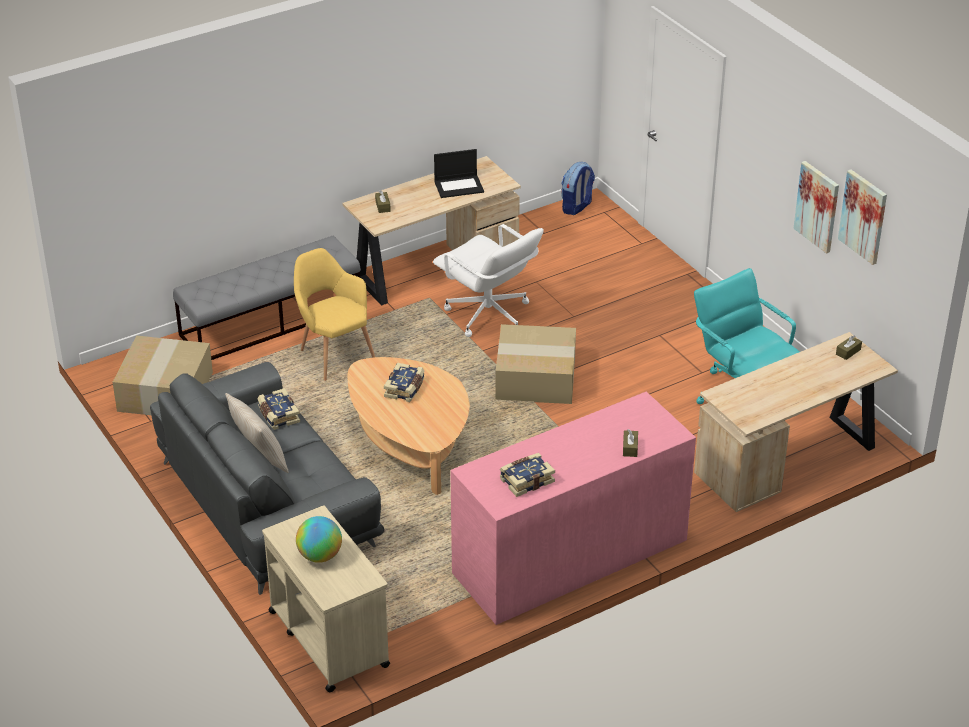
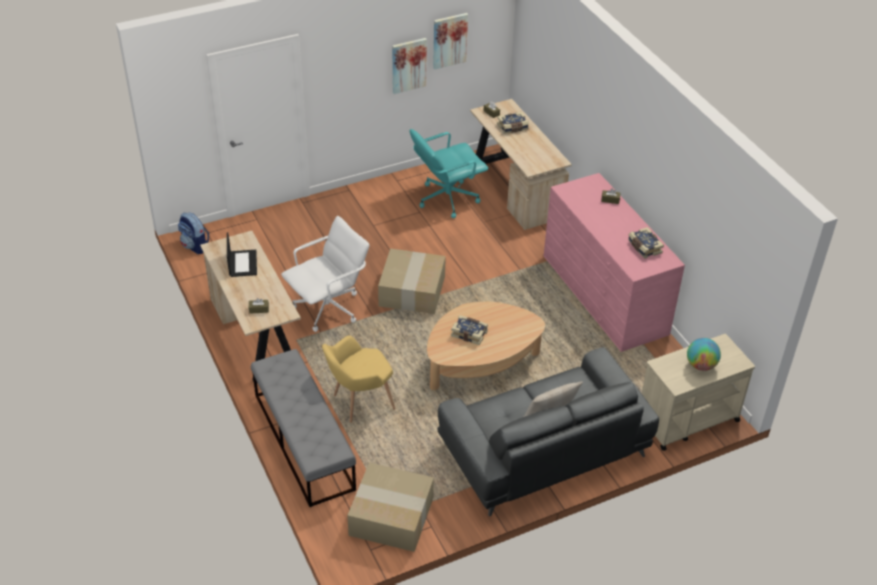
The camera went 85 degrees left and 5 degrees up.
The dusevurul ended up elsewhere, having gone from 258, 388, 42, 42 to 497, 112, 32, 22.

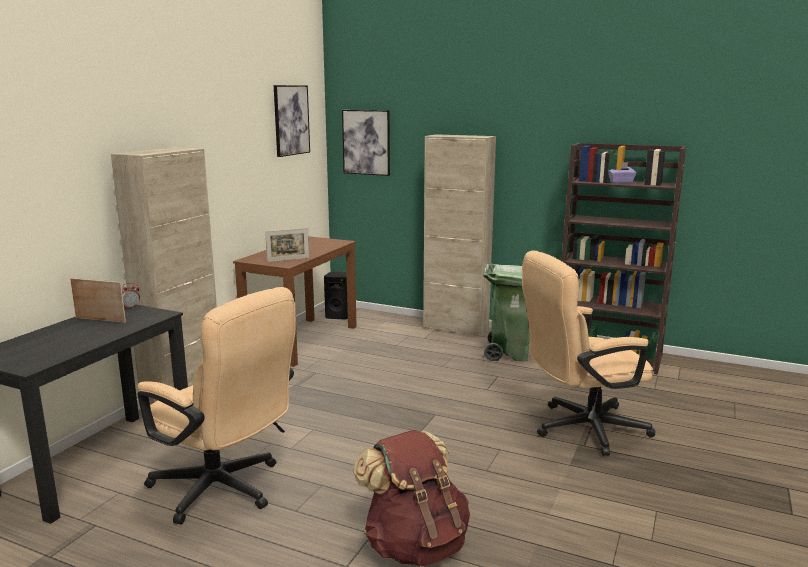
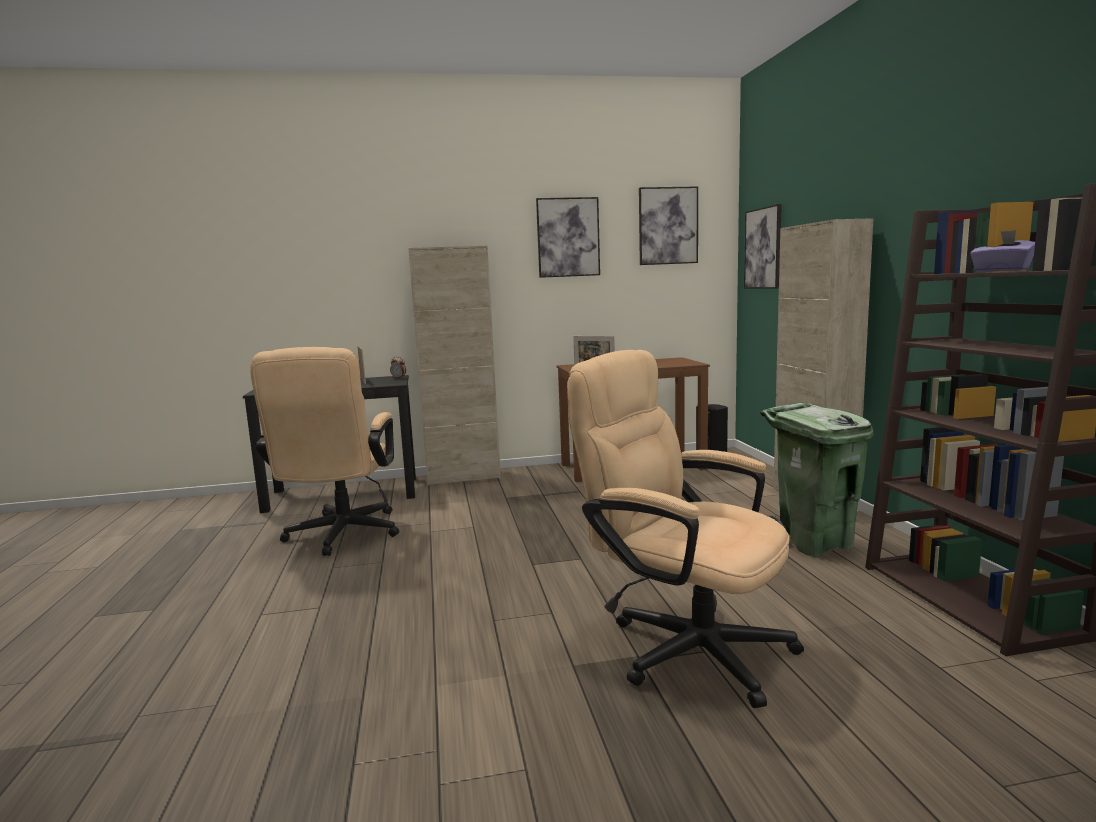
The camera went 55 degrees right and 5 degrees down.
The second view lost the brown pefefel at 353, 430, 117, 137.
The second view gained the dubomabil at 536, 197, 64, 81.

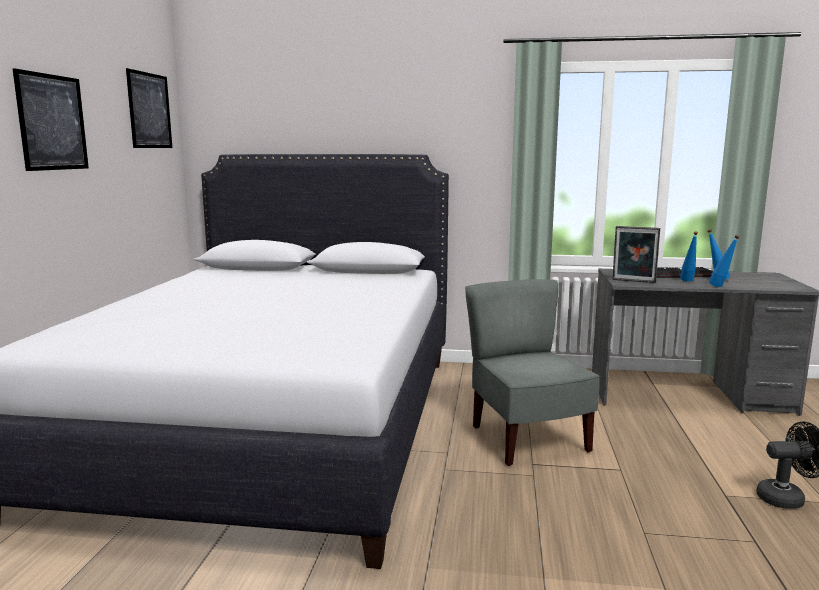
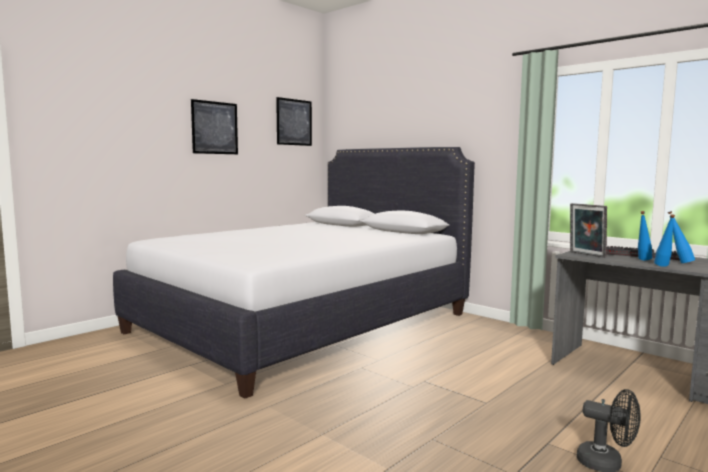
The camera went 35 degrees right and 5 degrees down.
The second view lost the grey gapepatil at 465, 279, 135, 187.

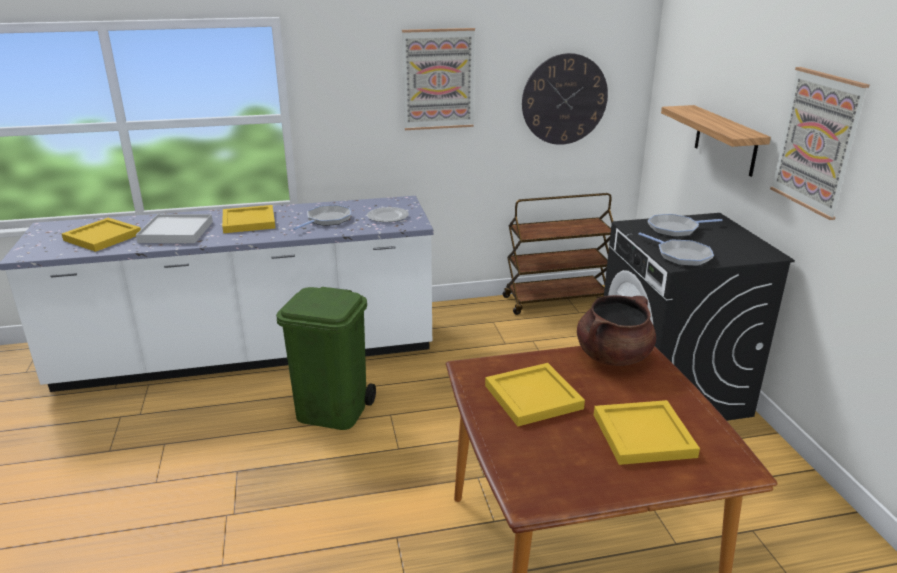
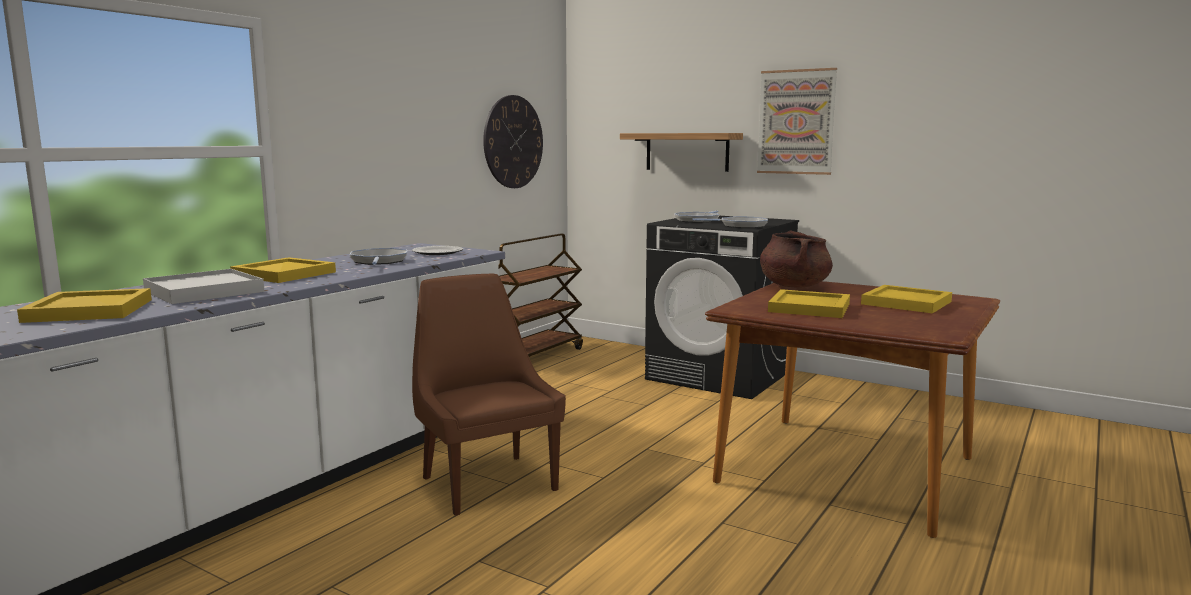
The camera went 45 degrees left and 15 degrees down.
The second view lost the dubomabil at 402, 28, 73, 102.
Where the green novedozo stood at 276, 287, 100, 143, the brown gapepatil came to stand at 412, 274, 154, 242.

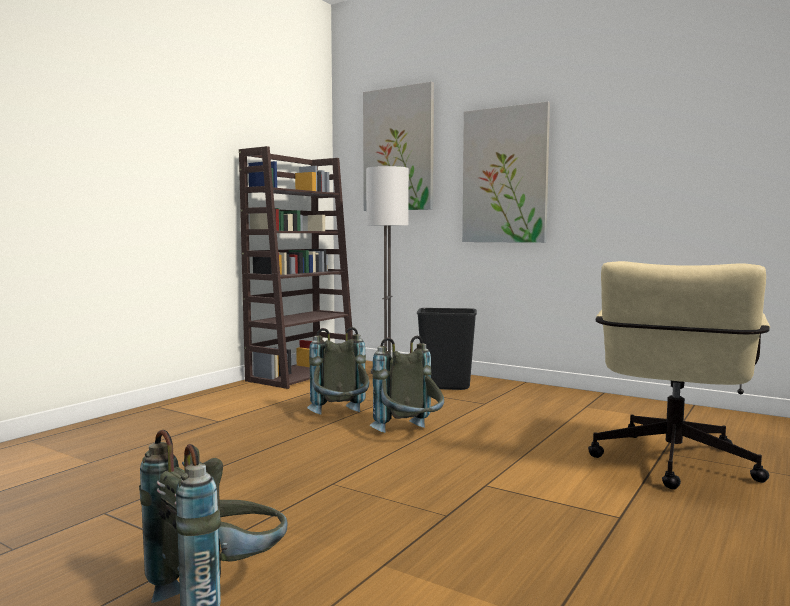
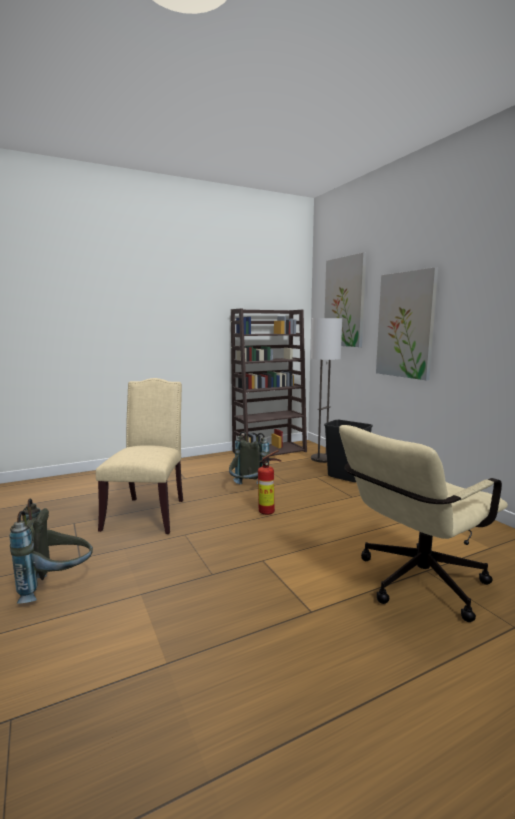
The camera went 30 degrees right and 5 degrees up.
The second view gained the beige gapepatil at 96, 378, 87, 156.
Where the grey pefefel stood at 370, 336, 74, 97, the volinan came to stand at 258, 450, 24, 65.

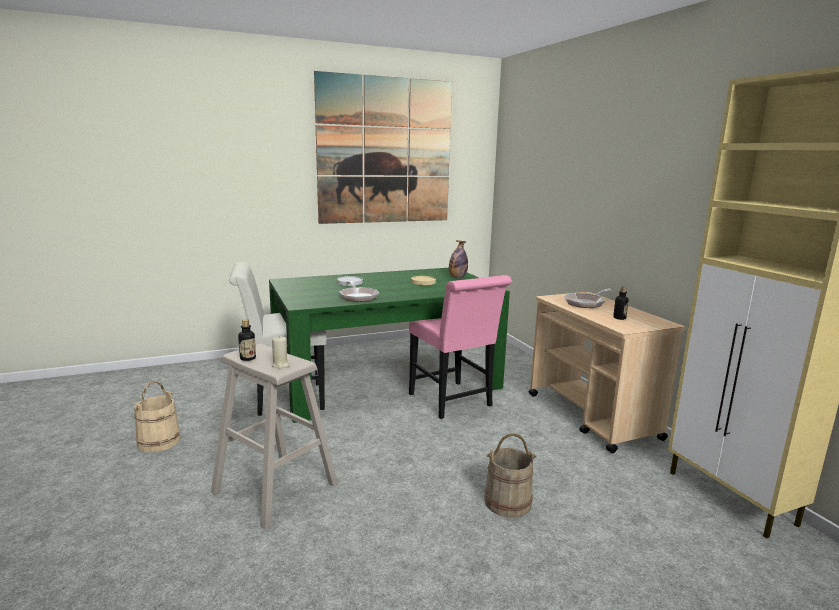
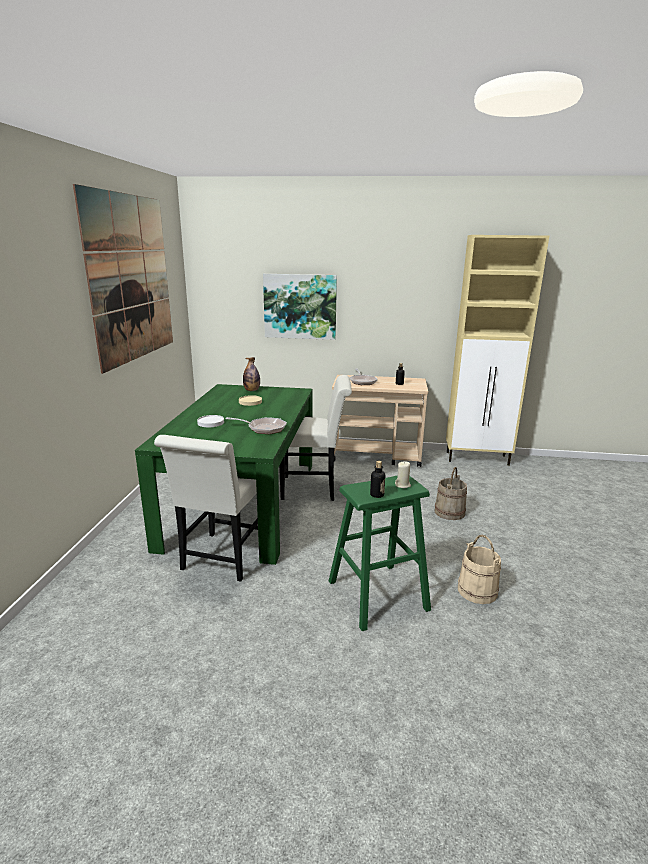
The camera went 60 degrees left and 5 degrees up.
The second view gained the dubomabil at 263, 274, 74, 66.
The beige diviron ended up elsewhere, having gone from 134, 381, 47, 71 to 458, 535, 43, 69.
What was the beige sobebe at 211, 344, 127, 186 turned into the green sobebe at 329, 475, 102, 156.
What was the pink gapepatil at 409, 275, 103, 144 turned into the white gapepatil at 279, 375, 73, 126.

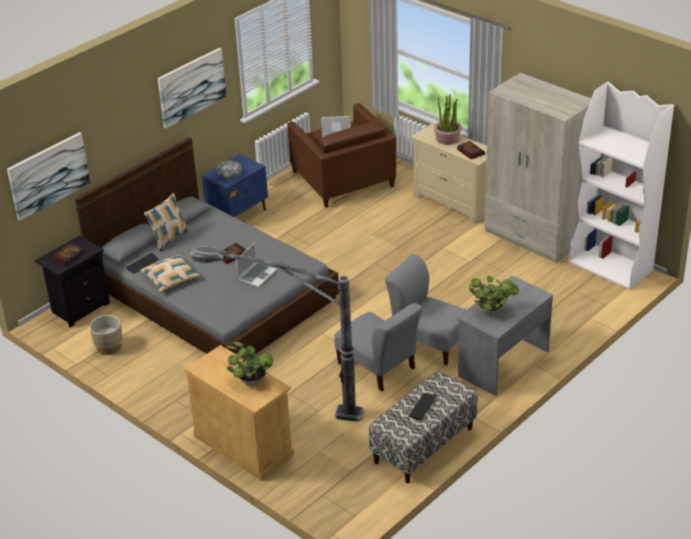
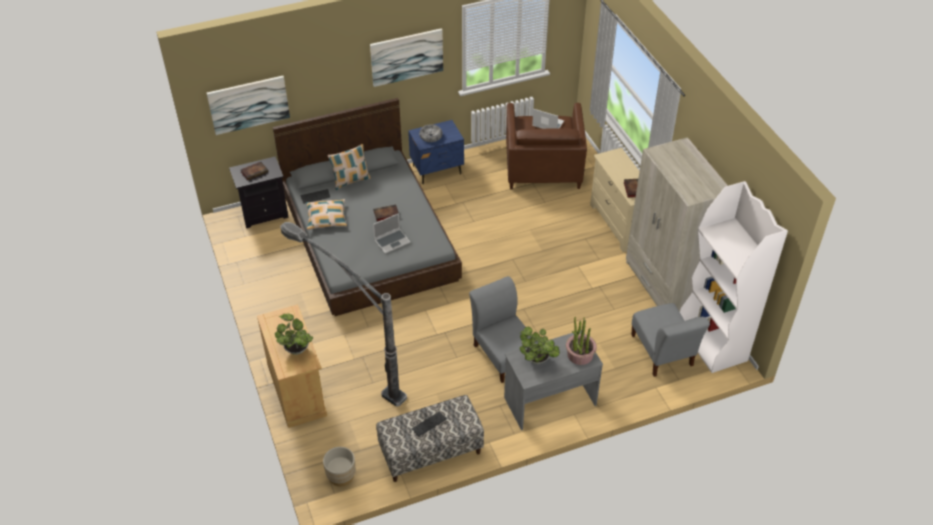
The camera went 25 degrees right and 10 degrees up.
The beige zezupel ended up elsewhere, having gone from 90, 315, 33, 40 to 323, 447, 33, 40.
The grey gapepatil ended up elsewhere, having gone from 334, 303, 89, 88 to 632, 303, 78, 74.
The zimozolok ended up elsewhere, having gone from 434, 94, 28, 51 to 566, 317, 31, 48.

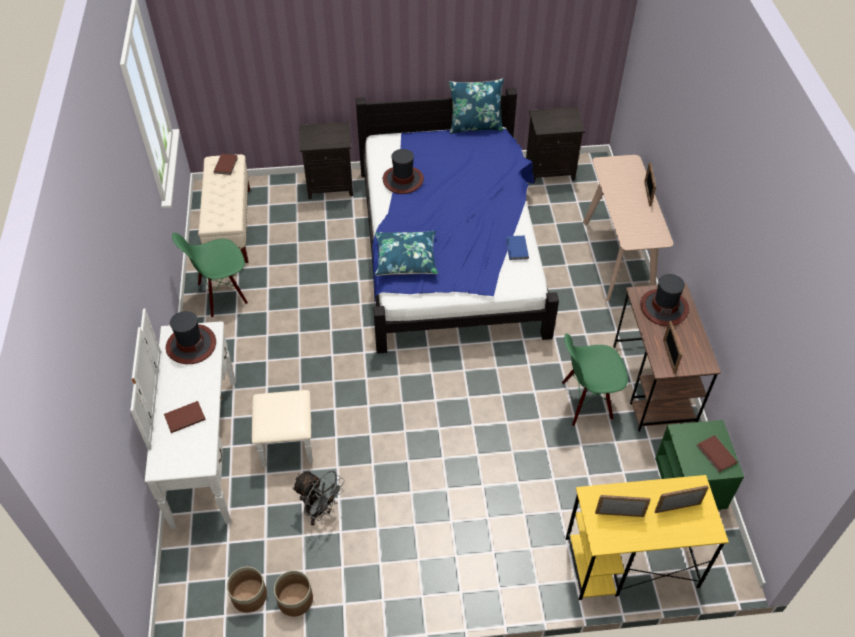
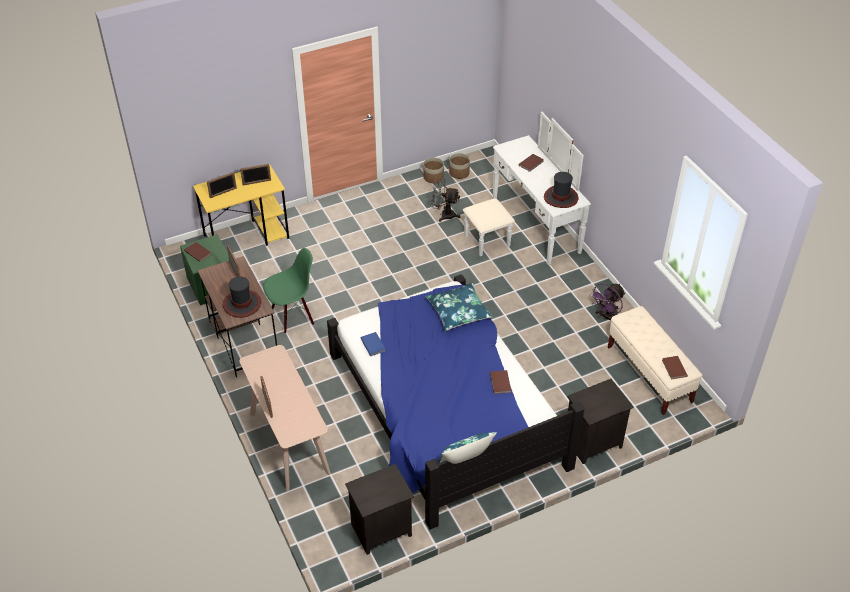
The camera went 160 degrees right and 5 degrees down.
Where the green gapepatil stood at 172, 233, 76, 85, the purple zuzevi came to stand at 589, 284, 36, 36.
Where the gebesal stood at 383, 149, 41, 45, the brown dusevurul came to stand at 490, 370, 21, 24.

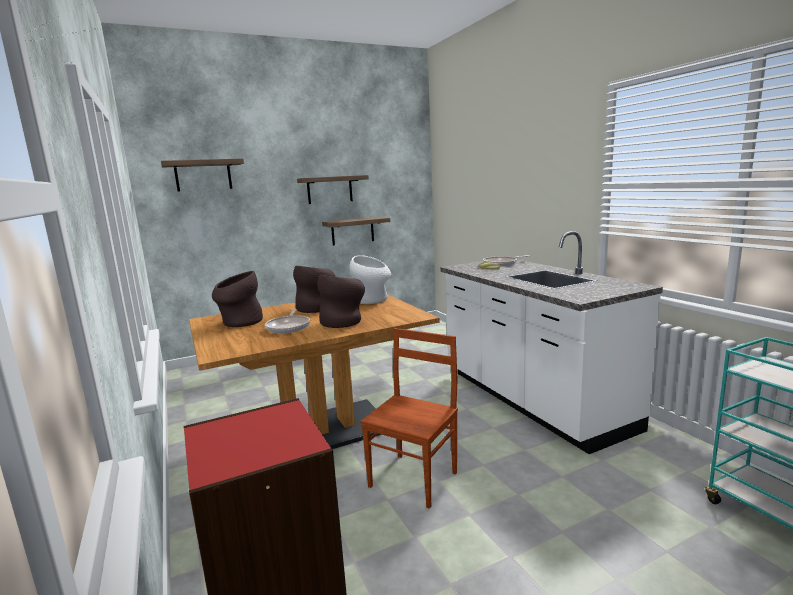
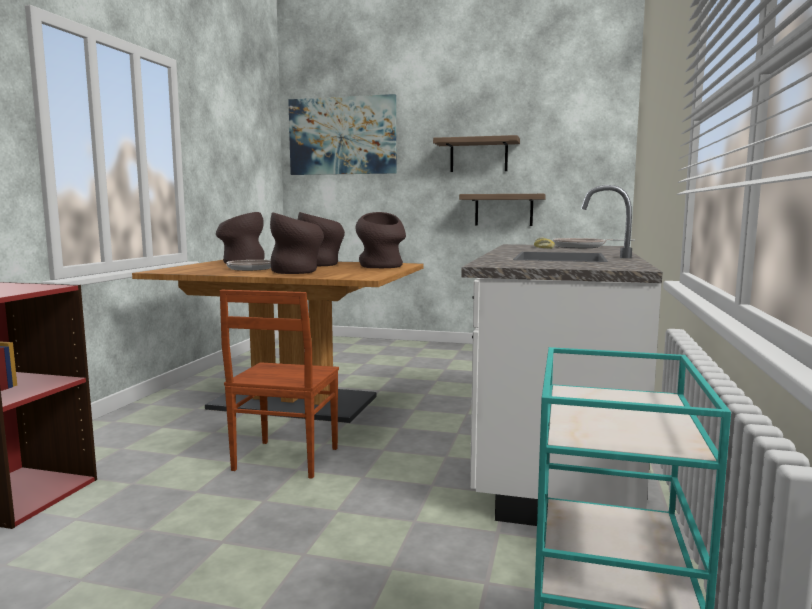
The camera went 40 degrees right and 5 degrees down.
Where the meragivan hung at 161, 158, 83, 34, the dubomabil came to hang at 288, 94, 108, 81.
What was the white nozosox at 349, 255, 42, 49 turned into the brown nozosox at 355, 212, 51, 56.
The brown gapepatil at 360, 328, 98, 181 ended up facing another way, 120 degrees clockwise from before.

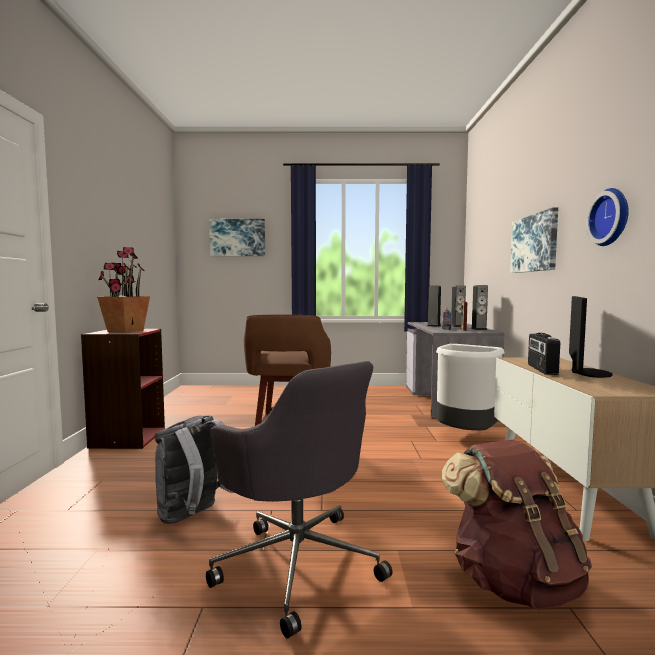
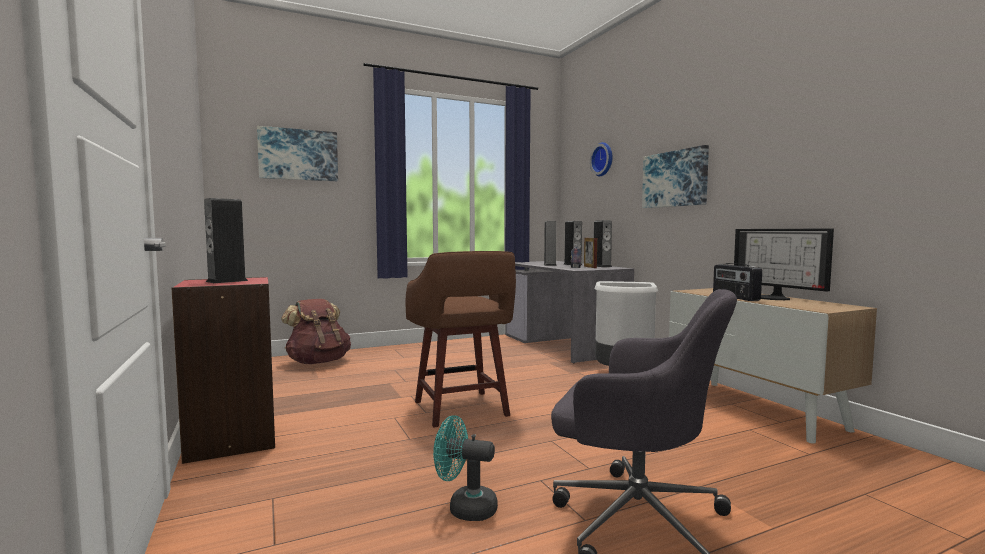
The camera went 25 degrees left and 0 degrees up.
The brown pefefel ended up elsewhere, having gone from 442, 440, 150, 170 to 281, 299, 70, 65.
The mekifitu ended up elsewhere, having gone from 586, 188, 43, 58 to 590, 142, 23, 34.
Where the zimozolok stood at 97, 247, 53, 86, the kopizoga came to stand at 204, 198, 44, 85.
Where the grey pefefel stood at 154, 415, 80, 109, the turquoise zuzevi came to stand at 433, 415, 65, 106.
The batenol at 569, 296, 44, 82 ended up facing another way, 150 degrees clockwise from before.

